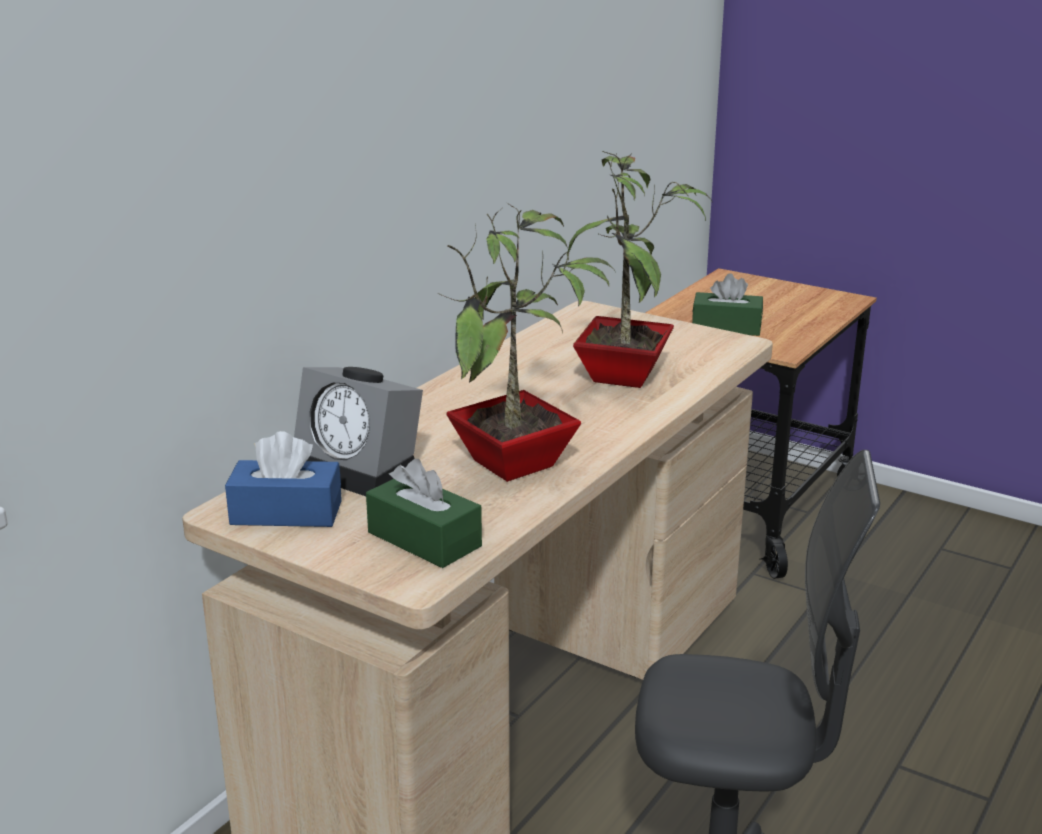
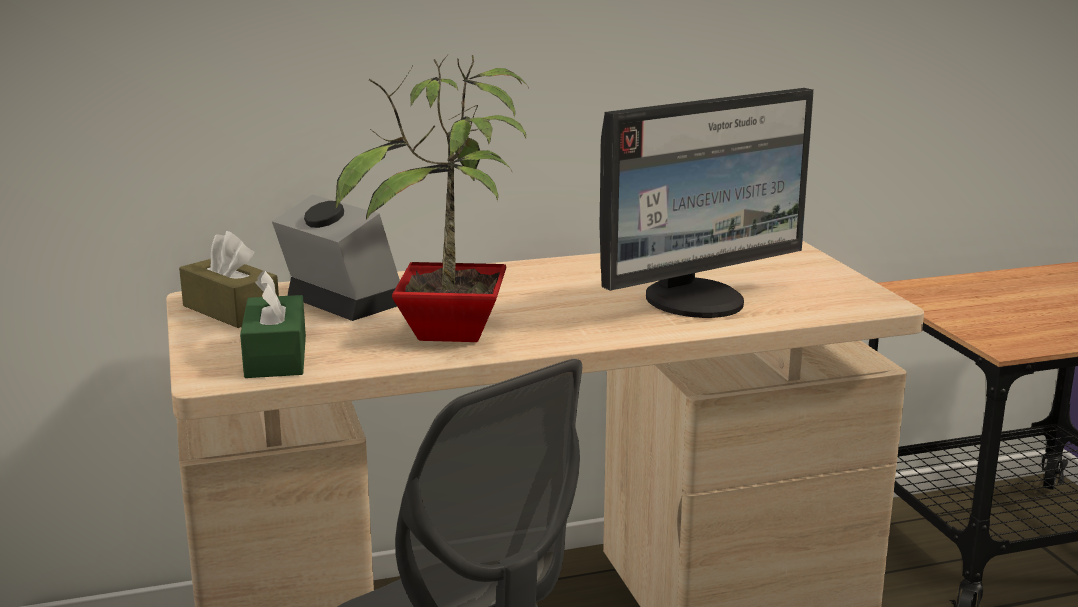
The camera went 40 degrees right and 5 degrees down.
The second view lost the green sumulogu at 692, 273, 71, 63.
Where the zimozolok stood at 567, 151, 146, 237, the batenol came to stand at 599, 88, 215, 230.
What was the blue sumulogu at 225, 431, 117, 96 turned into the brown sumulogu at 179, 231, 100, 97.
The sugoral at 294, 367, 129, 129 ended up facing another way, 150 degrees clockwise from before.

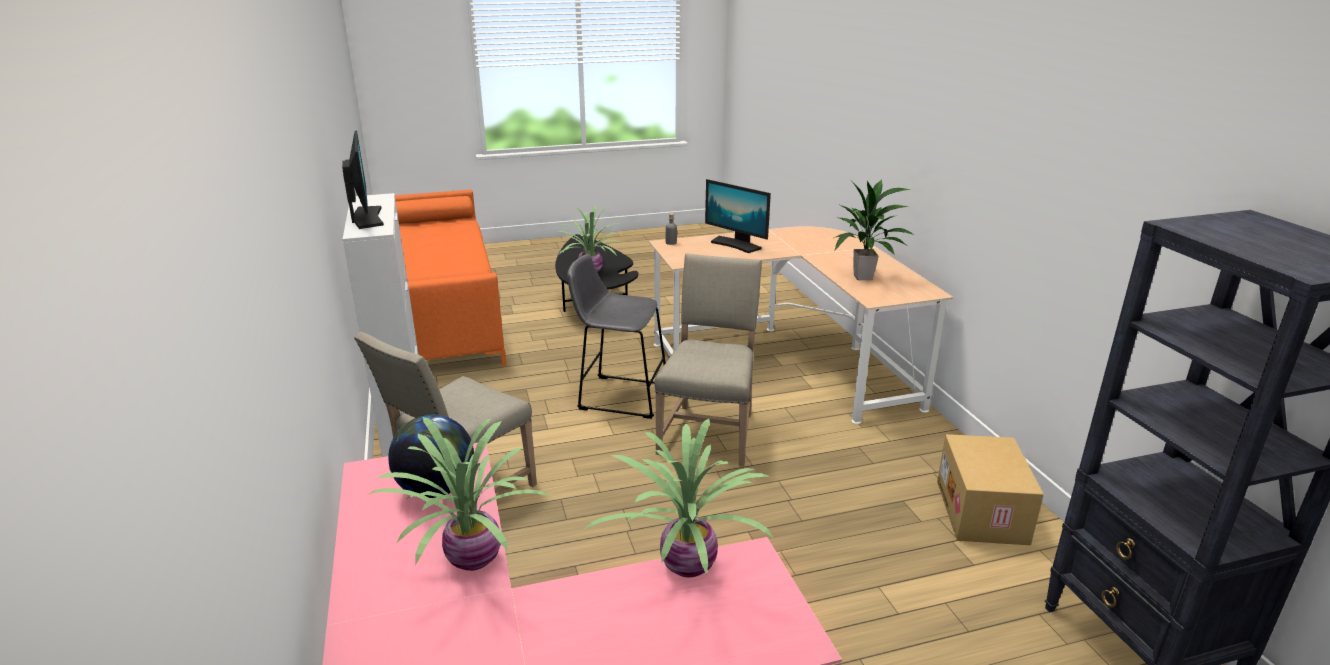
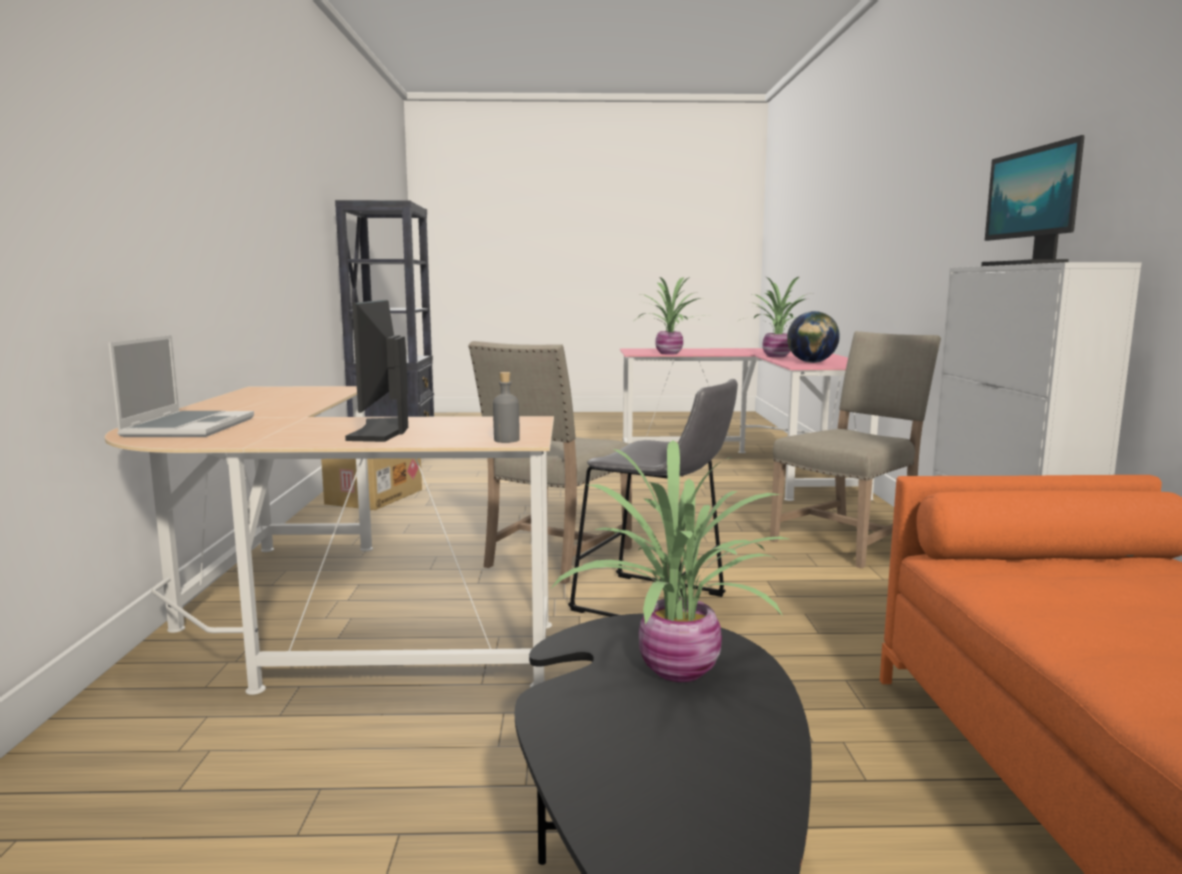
The camera went 165 degrees left and 15 degrees down.
The second view lost the zimozolok at 834, 179, 81, 101.
The second view gained the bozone at 108, 335, 146, 102.
The batenol at 705, 179, 66, 74 ended up facing another way, 150 degrees counterclockwise from before.

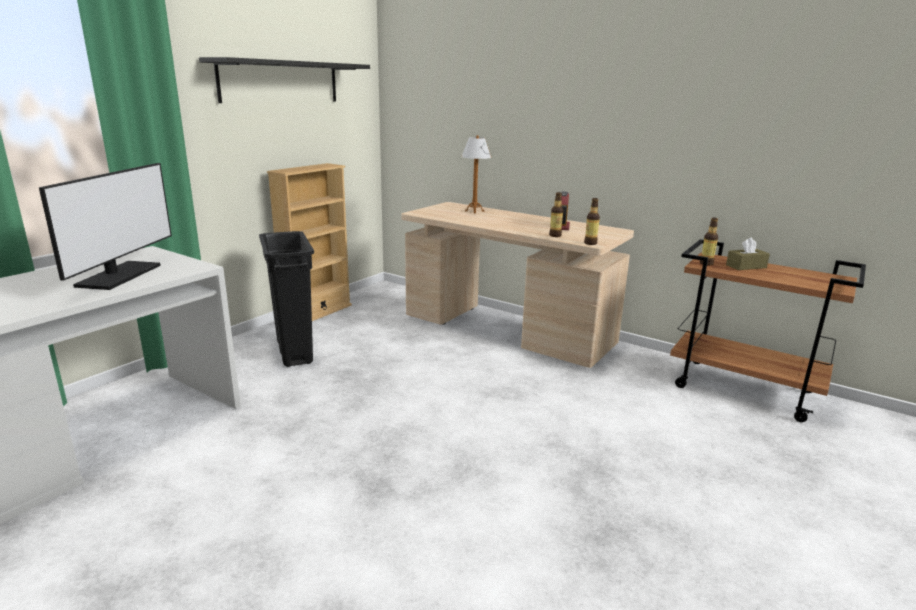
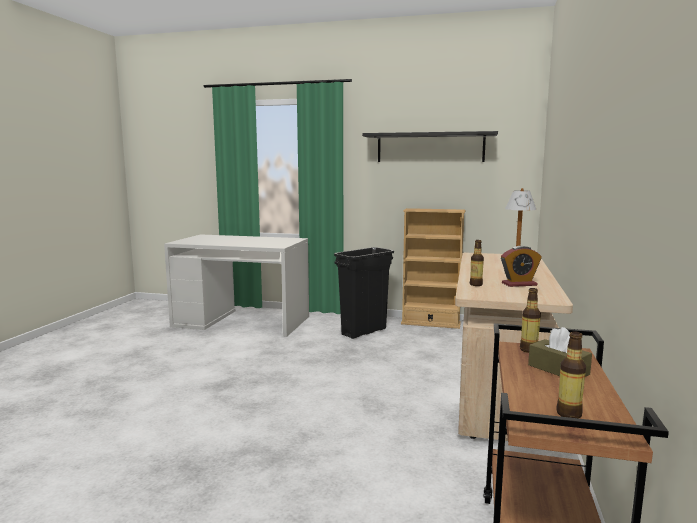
The camera went 70 degrees right and 10 degrees down.
The second view lost the batenol at 39, 163, 133, 127.
The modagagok ended up elsewhere, having gone from 584, 198, 16, 47 to 556, 331, 30, 88.

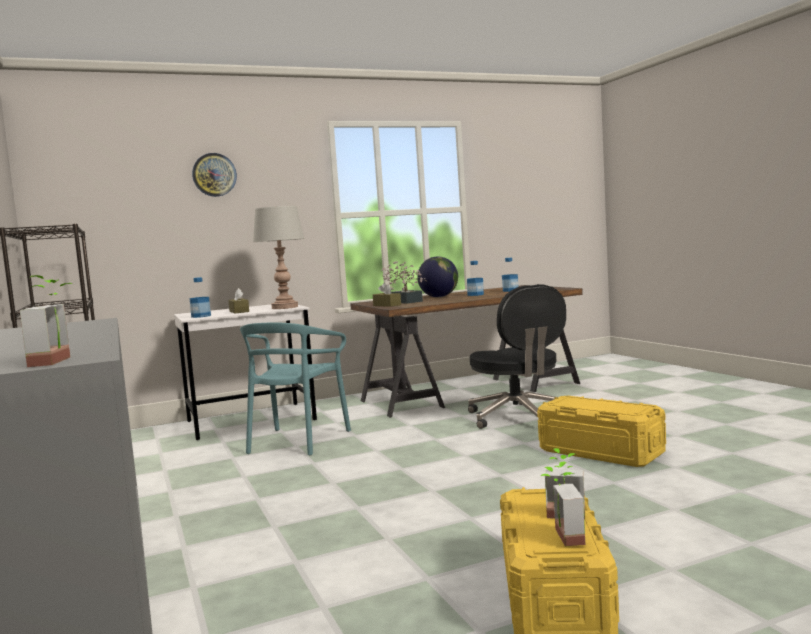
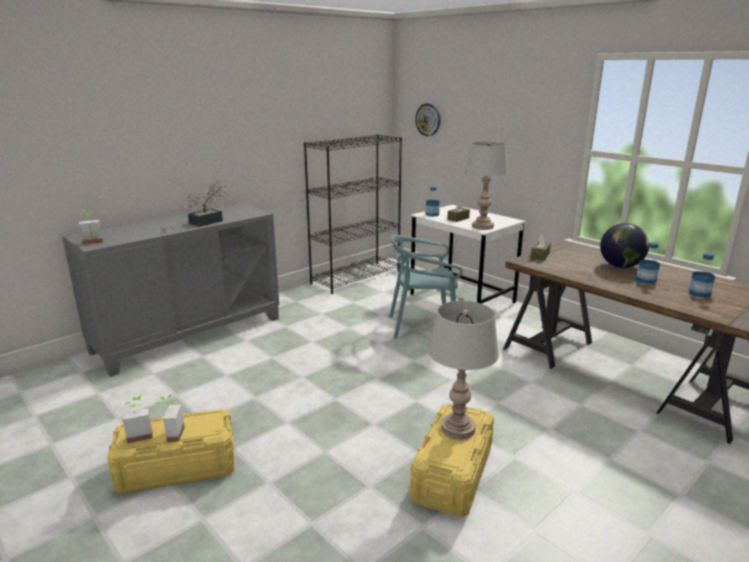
The camera went 70 degrees right and 15 degrees up.
The second view lost the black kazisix at 468, 284, 98, 145.
The second view gained the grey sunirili at 428, 301, 71, 139.
The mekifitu ended up elsewhere, having gone from 192, 153, 45, 44 to 415, 103, 25, 33.
The zimozolok ended up elsewhere, having gone from 381, 261, 46, 43 to 183, 181, 46, 46.

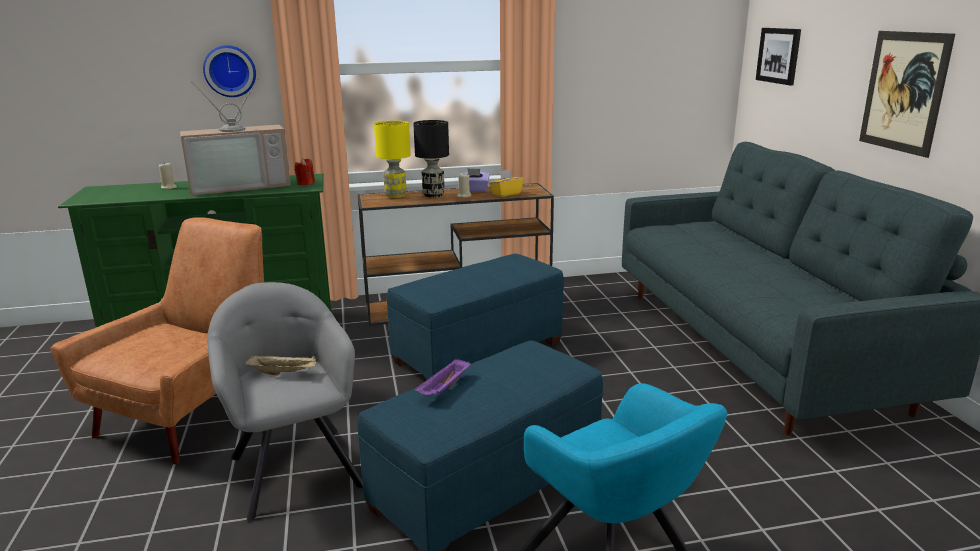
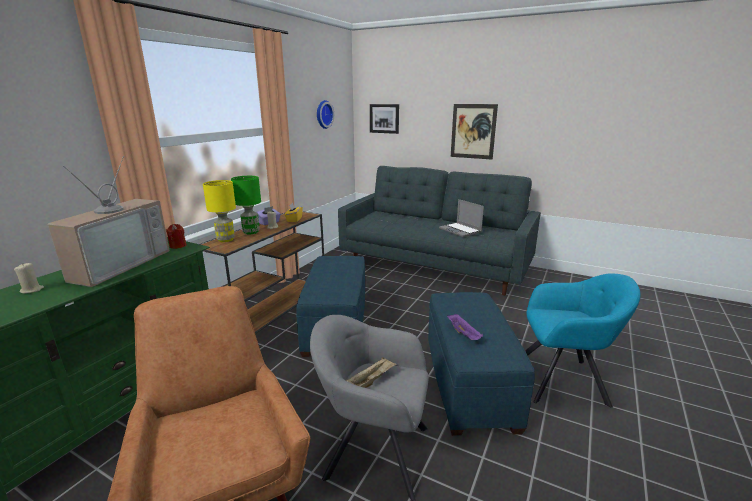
The camera went 50 degrees left and 0 degrees up.
The second view gained the bozone at 439, 199, 45, 38.
The mekifitu ended up elsewhere, having gone from 203, 45, 53, 52 to 317, 100, 17, 29.
What was the black sunirili at 413, 120, 36, 77 turned into the green sunirili at 231, 176, 30, 58.

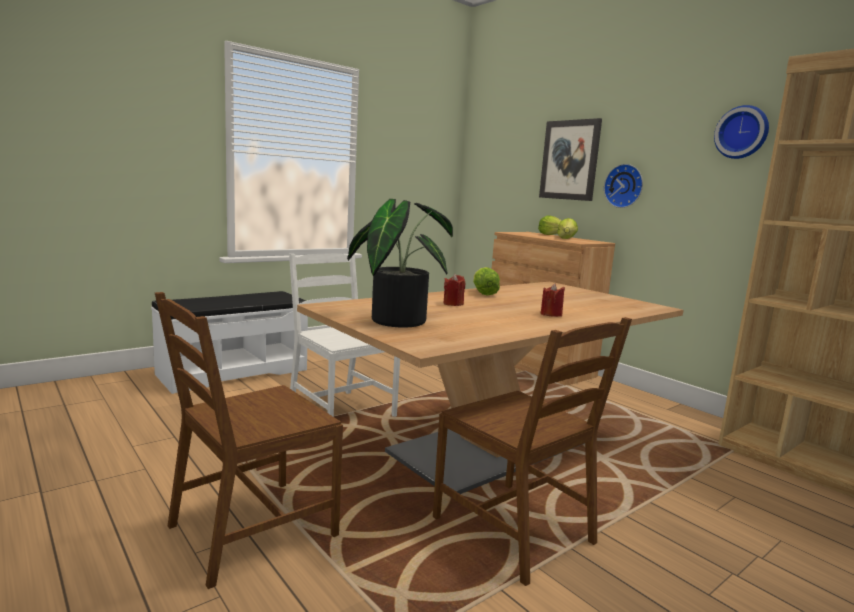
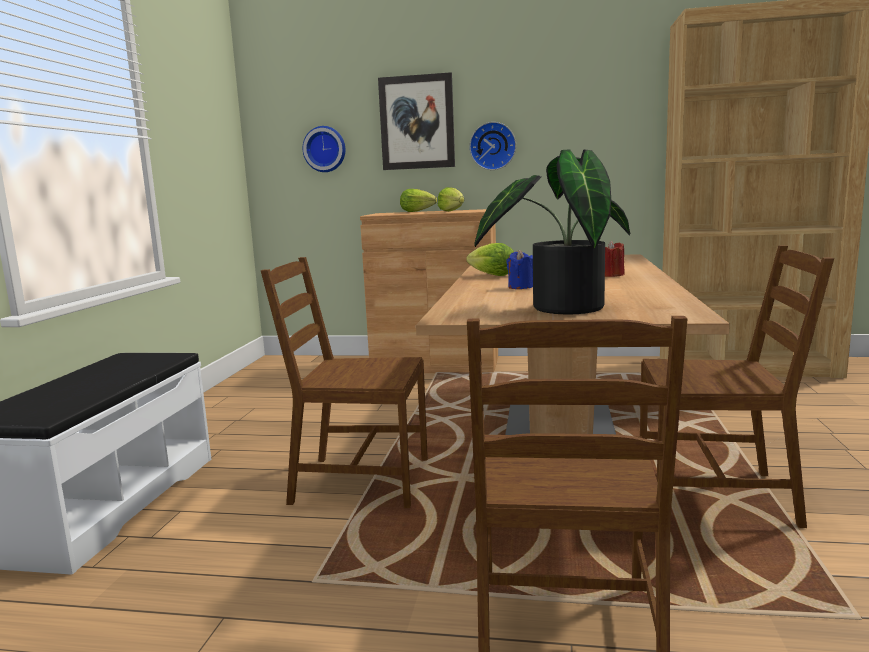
The camera went 40 degrees left and 0 degrees up.
The mekifitu ended up elsewhere, having gone from 714, 105, 55, 54 to 303, 126, 42, 46.
What was the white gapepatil at 289, 253, 111, 164 turned into the brown gapepatil at 261, 257, 167, 251.
What was the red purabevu at 443, 274, 23, 32 turned into the blue purabevu at 506, 250, 27, 39.

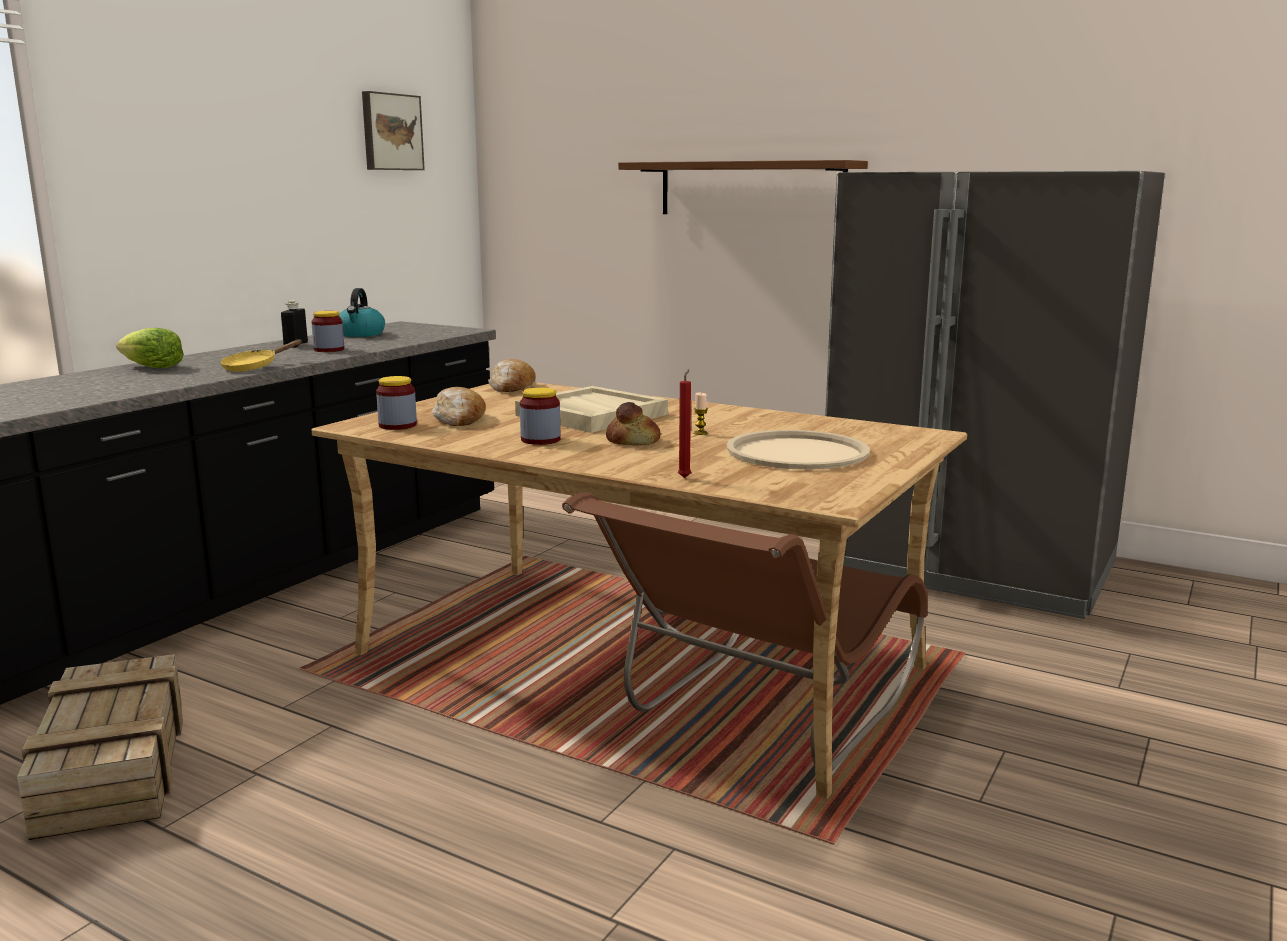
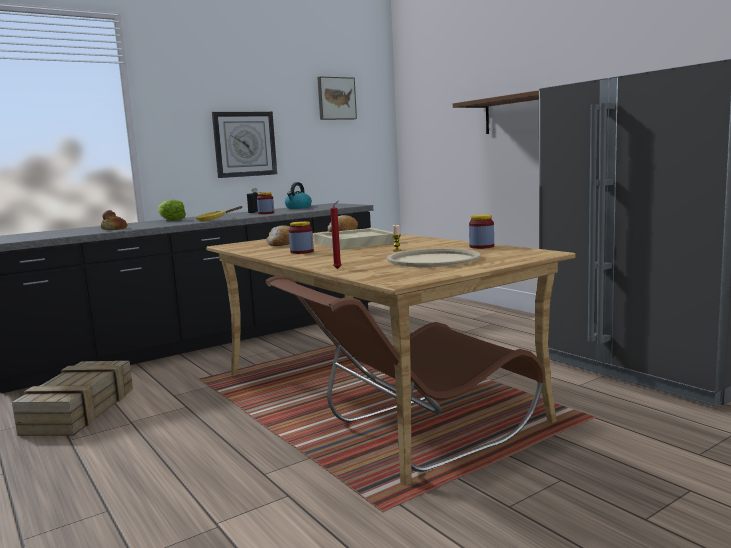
The camera went 25 degrees right and 5 degrees down.
The second view gained the mekifitu at 212, 112, 65, 66.
The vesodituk ended up elsewhere, having gone from 376, 376, 41, 54 to 469, 215, 25, 34.
The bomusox ended up elsewhere, having gone from 606, 402, 55, 44 to 101, 210, 26, 20.

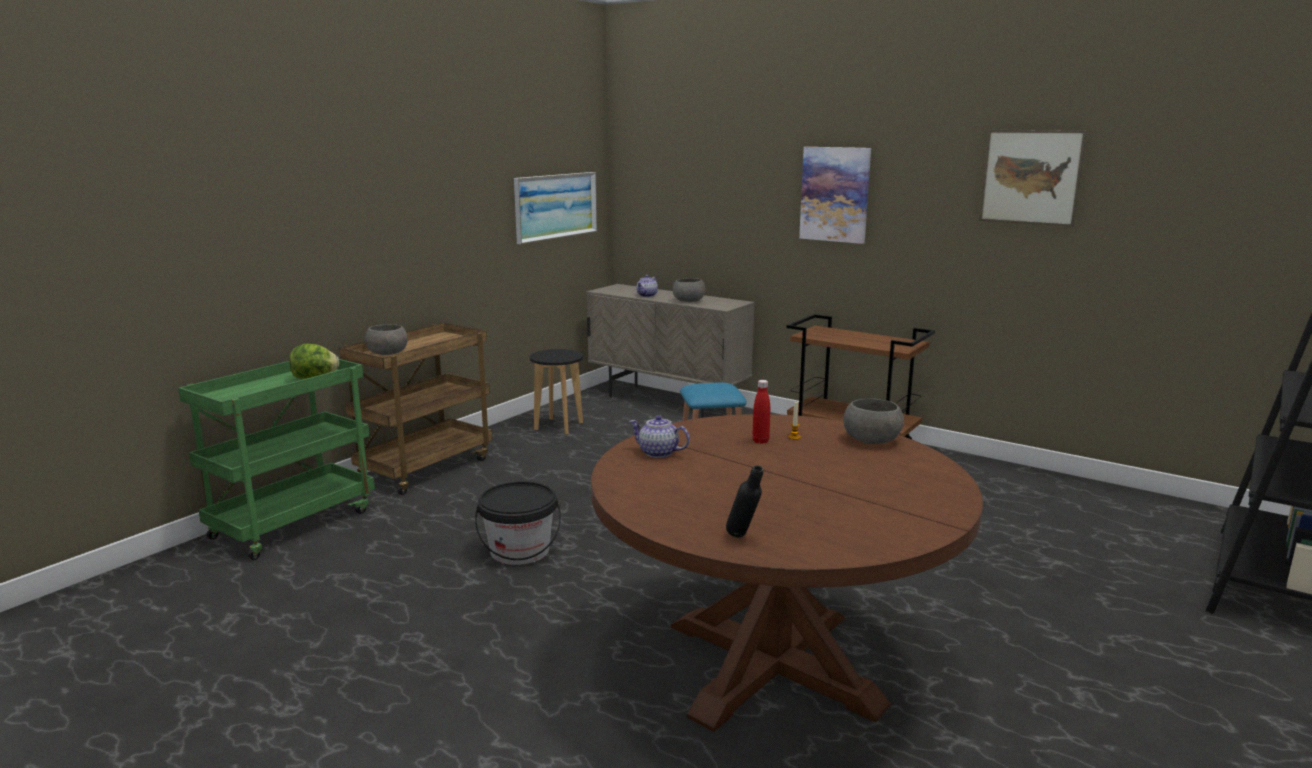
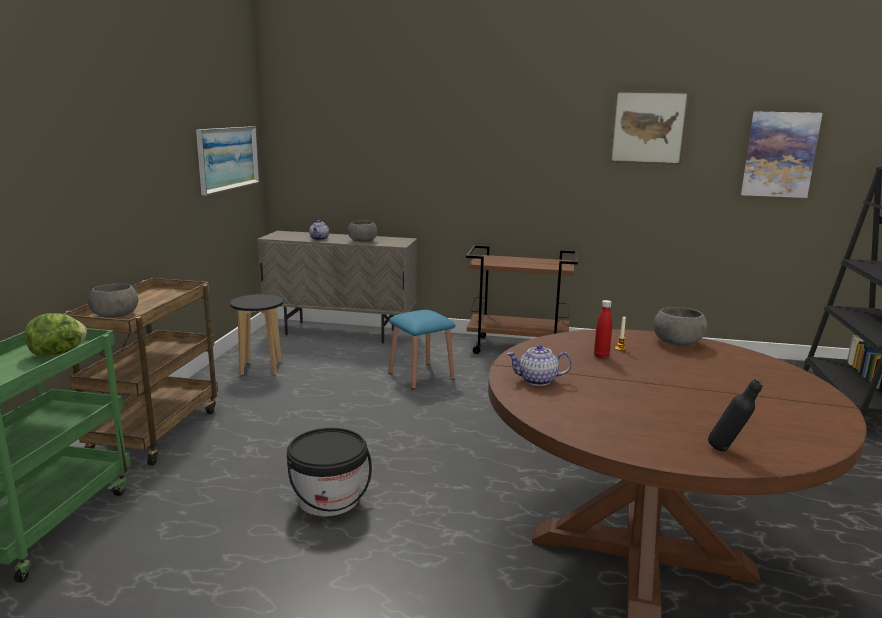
The camera went 25 degrees left and 0 degrees up.
The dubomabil ended up elsewhere, having gone from 799, 147, 72, 97 to 741, 111, 82, 87.

